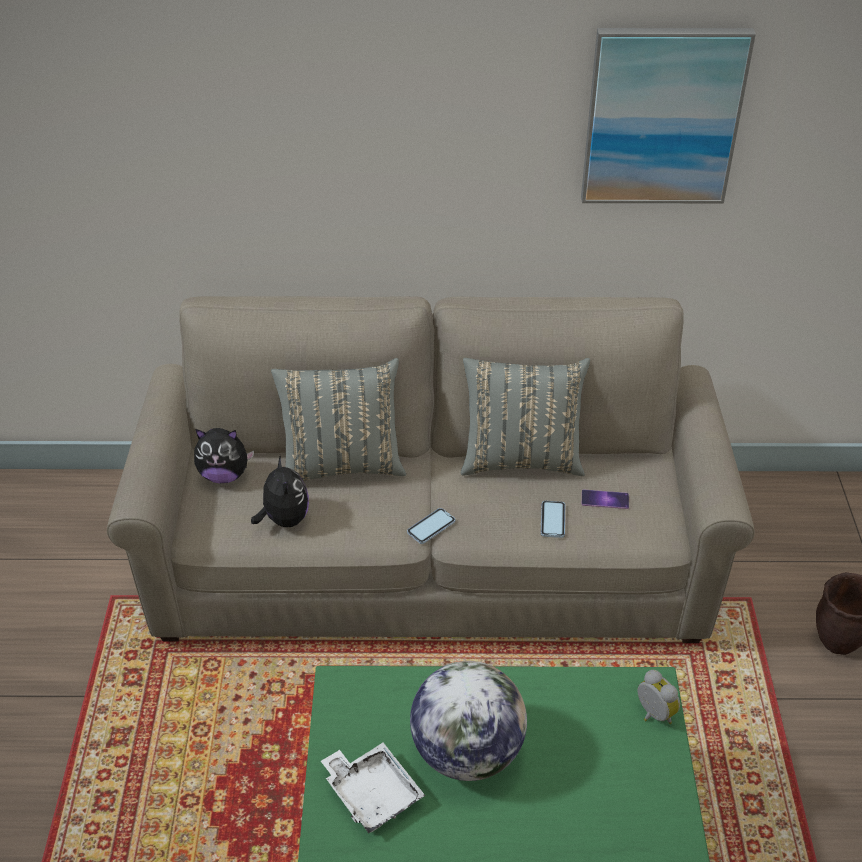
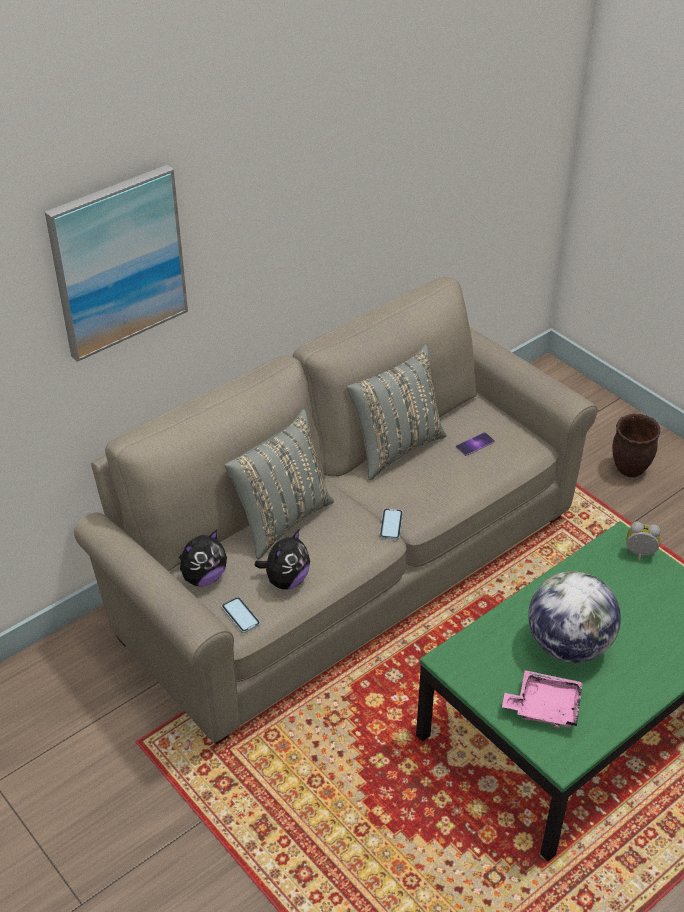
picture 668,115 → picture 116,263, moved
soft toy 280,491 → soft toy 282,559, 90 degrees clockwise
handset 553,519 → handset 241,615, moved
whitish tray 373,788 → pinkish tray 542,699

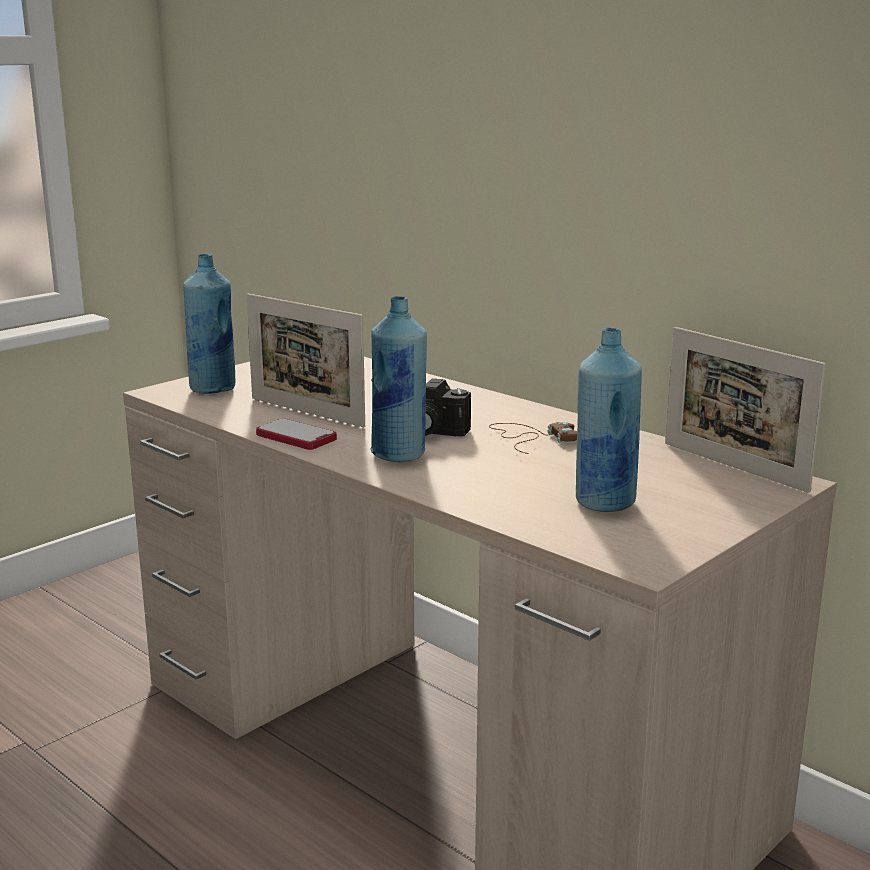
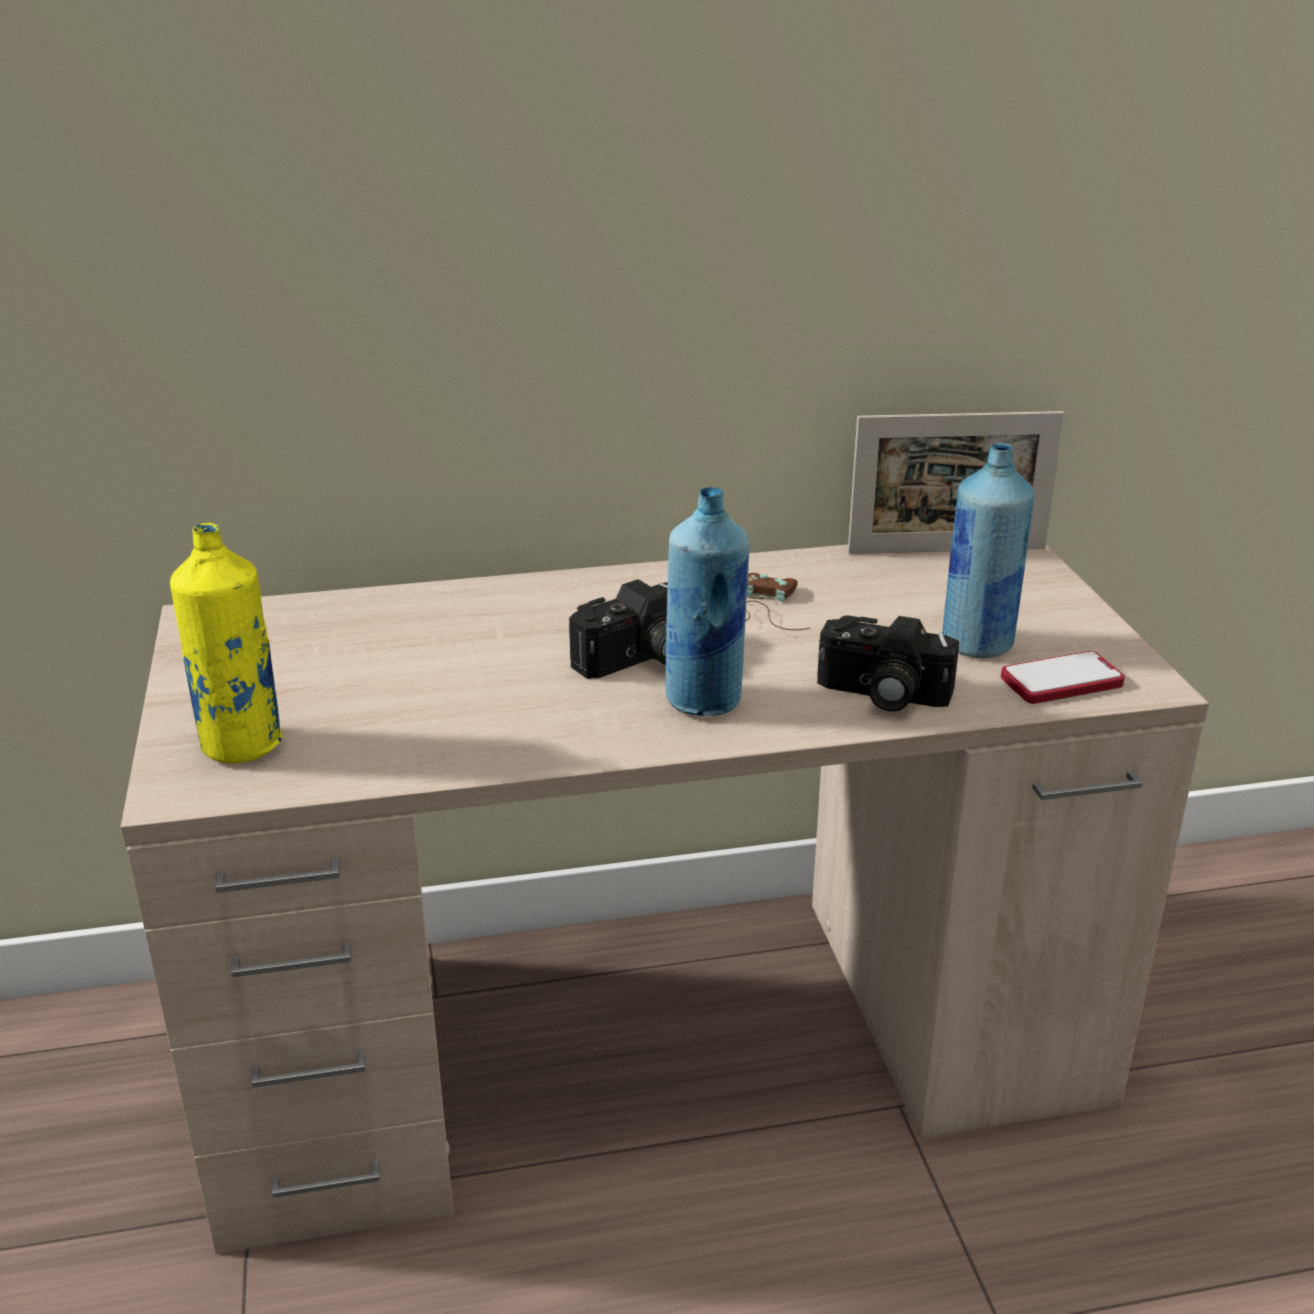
blue-coloured beverage bottle 209,324 → yellowish beverage bottle 226,643
picture frame 305,360 → -
handset 296,434 → handset 1063,677, moved
- → photo camera 888,664

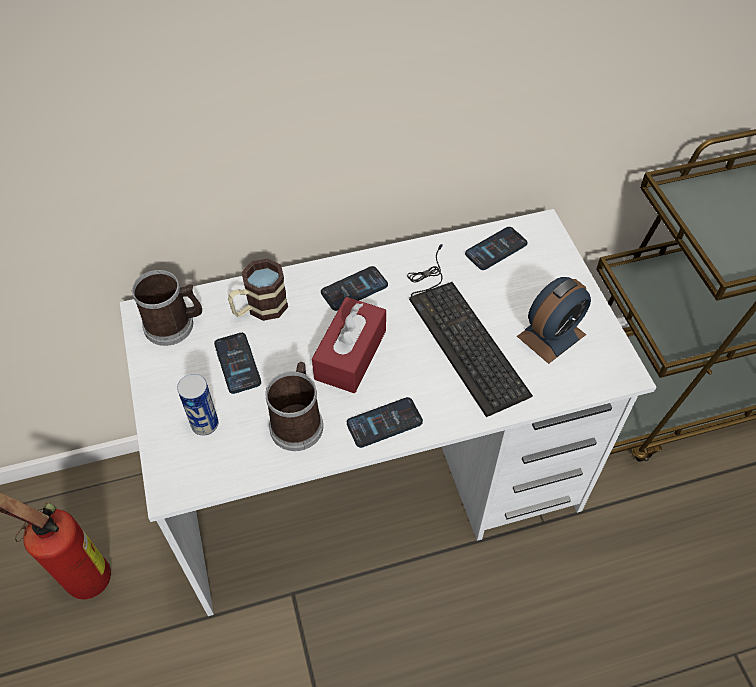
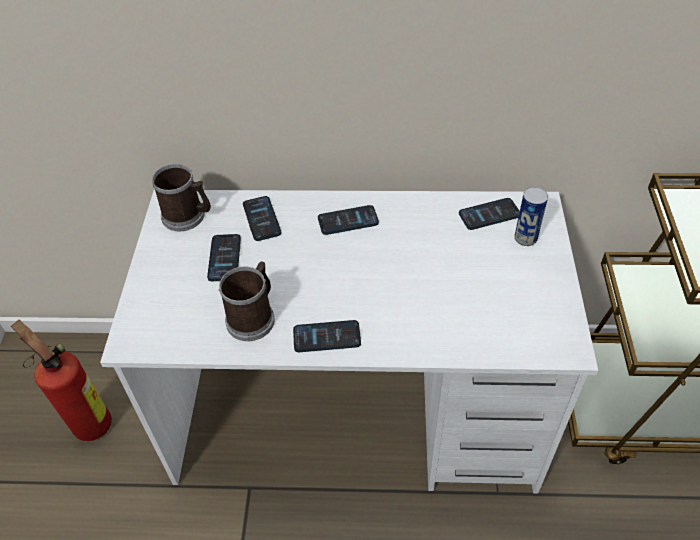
keyboard 470,330 → -
coffee mug 258,289 → handset 262,218
alarm clock 554,320 → -
red tissue holder 349,345 → -
can 198,404 → can 531,216, moved

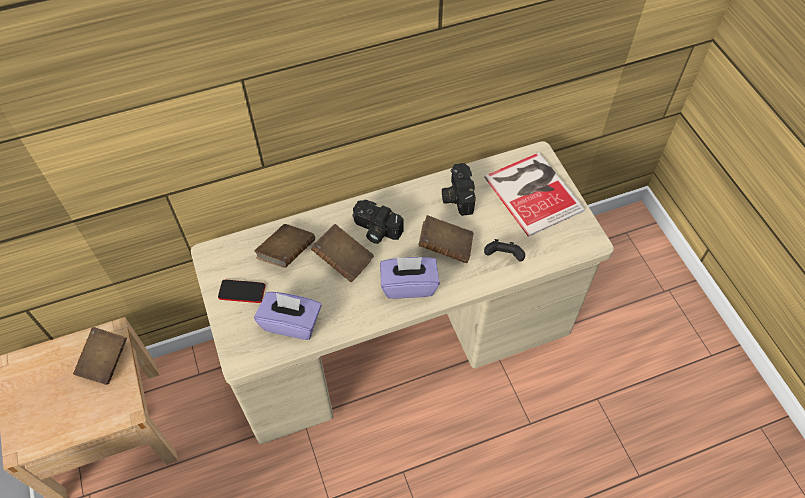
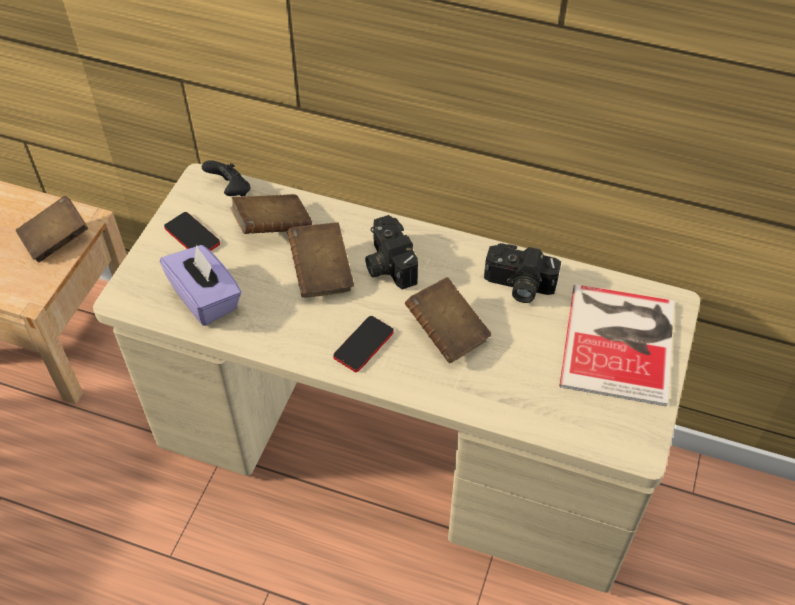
photo camera 459,189 → photo camera 522,273, 105 degrees counterclockwise
black-coloured game controller 504,250 → black-coloured game controller 226,178, moved
purple-coloured tissue holder 410,278 → handset 363,344

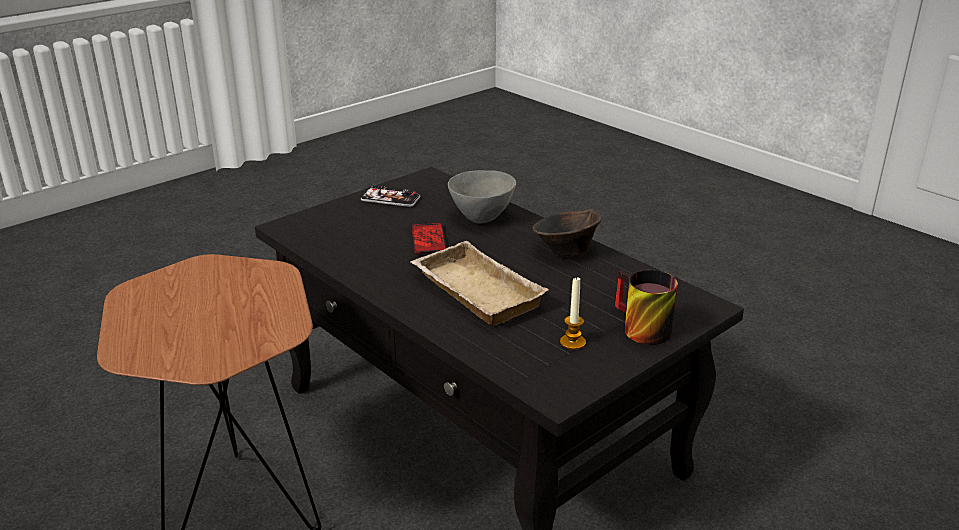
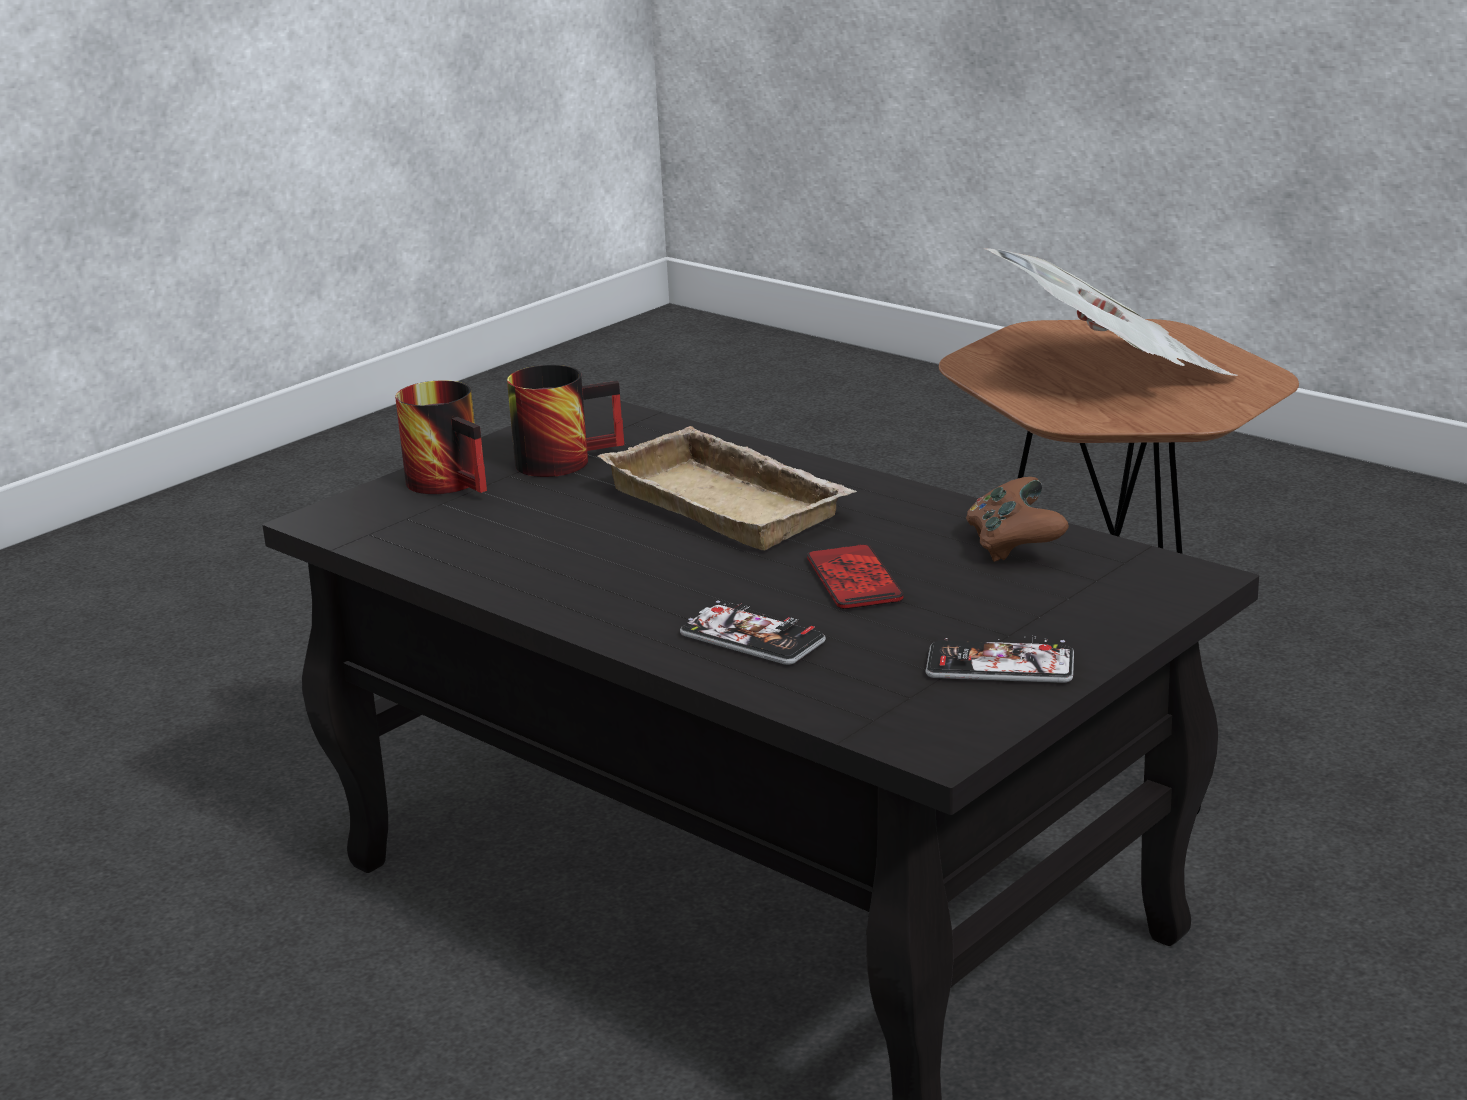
grey bowl 482,197 → handset 753,632
brownish bowl 567,232 → -
wax light 573,313 → coffee mug 565,421
- → newspaper 1110,312
- → brownish game controller 1017,519

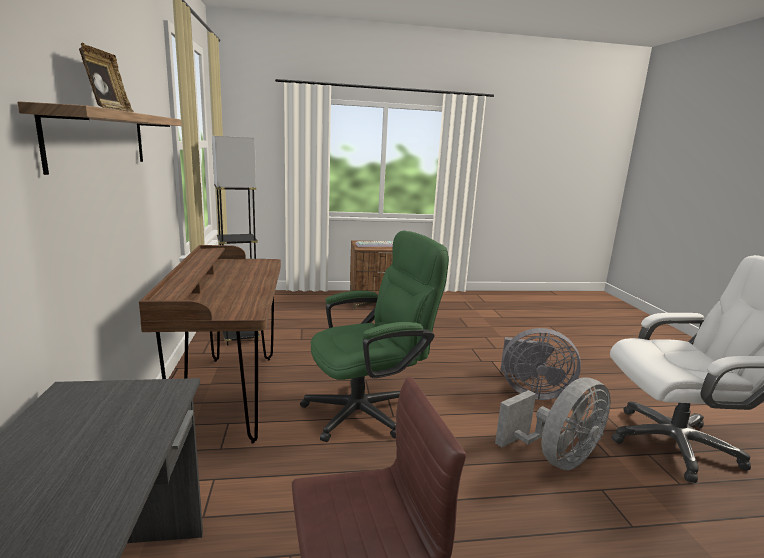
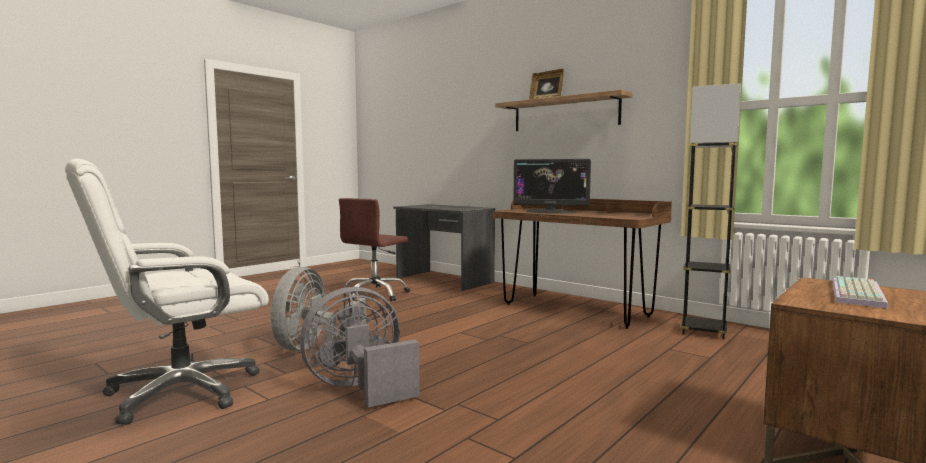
green-coloured desk chair 374,336 → -
- → monitor 552,186

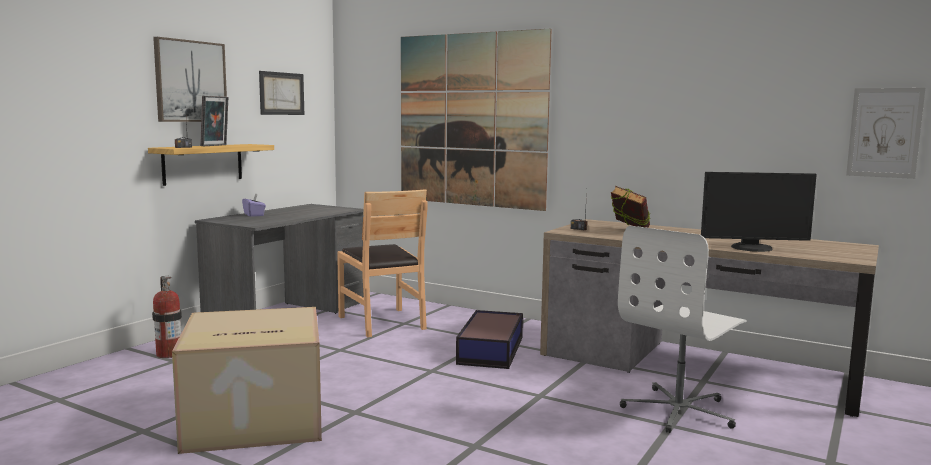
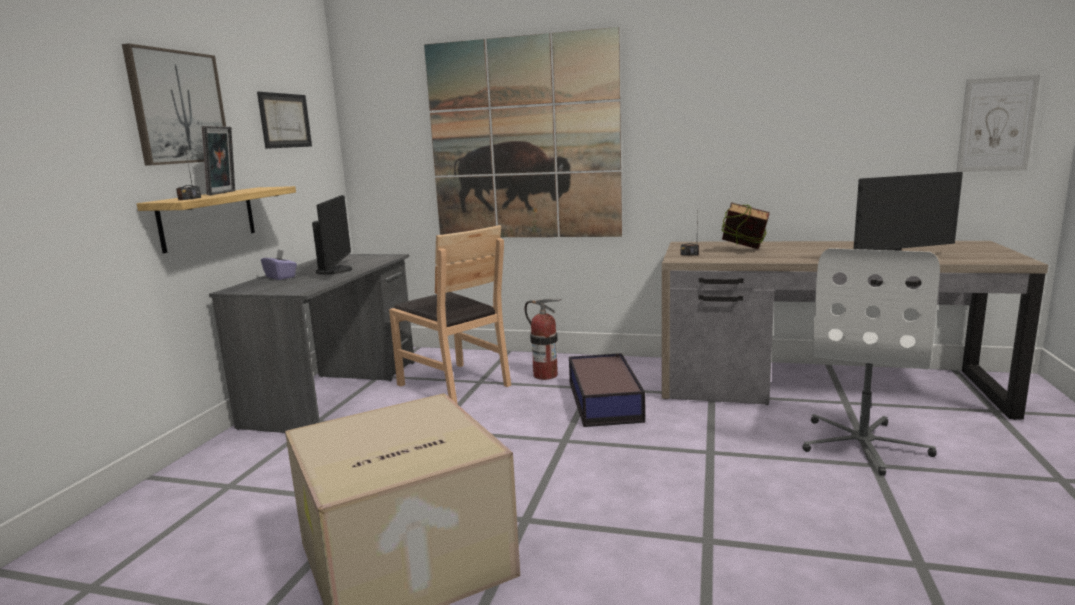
fire-fighting cylinder 167,317 → fire-fighting cylinder 543,339, moved
- → monitor 332,235

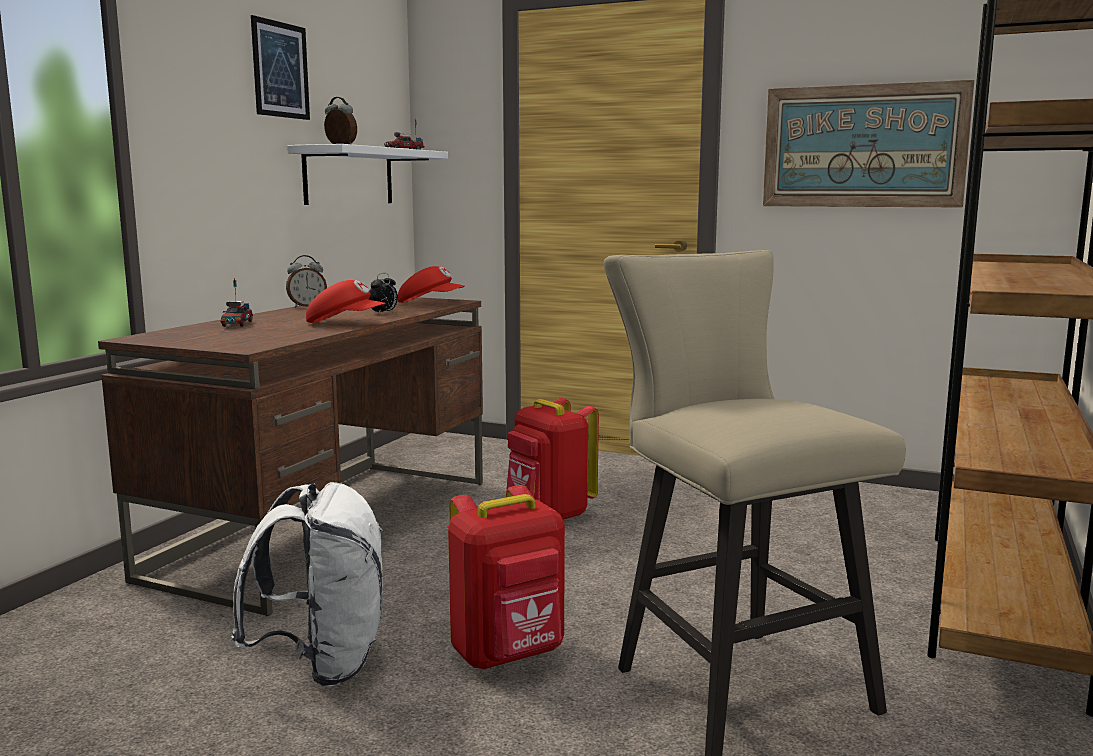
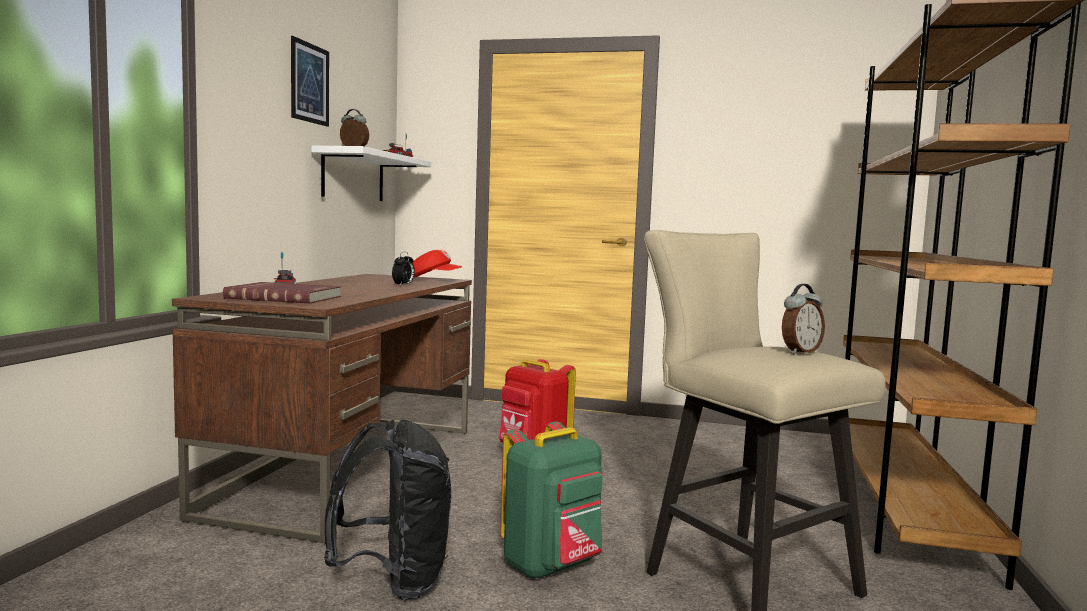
picture 869,144 → -
alarm clock 306,281 → alarm clock 803,319, moved
red baseball cap 346,301 → -
whitish backpack 307,584 → black-coloured backpack 387,510
red backpack 506,577 → green-coloured backpack 551,500
- → red volume 282,292

